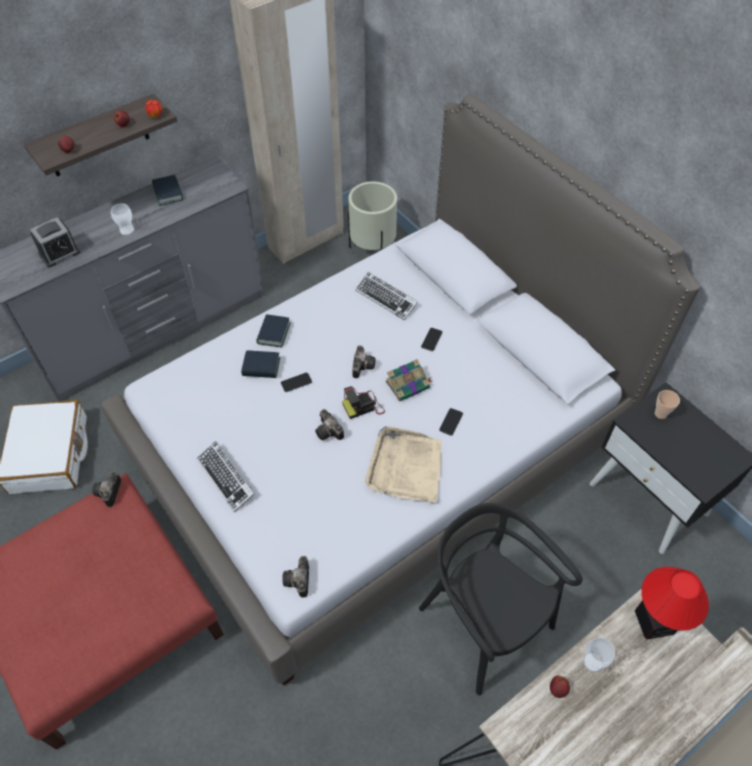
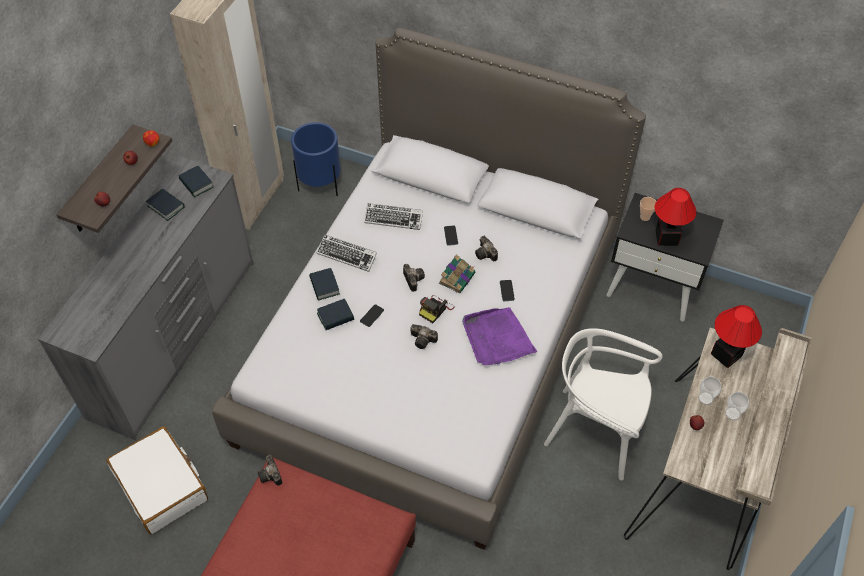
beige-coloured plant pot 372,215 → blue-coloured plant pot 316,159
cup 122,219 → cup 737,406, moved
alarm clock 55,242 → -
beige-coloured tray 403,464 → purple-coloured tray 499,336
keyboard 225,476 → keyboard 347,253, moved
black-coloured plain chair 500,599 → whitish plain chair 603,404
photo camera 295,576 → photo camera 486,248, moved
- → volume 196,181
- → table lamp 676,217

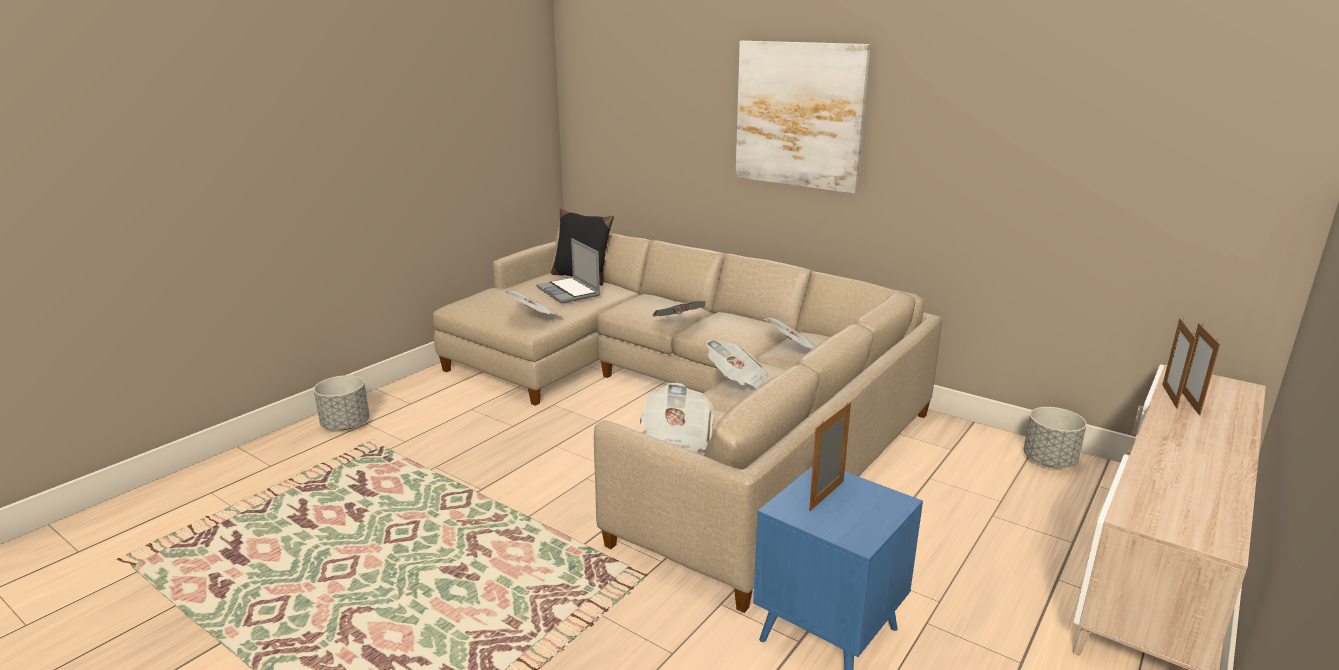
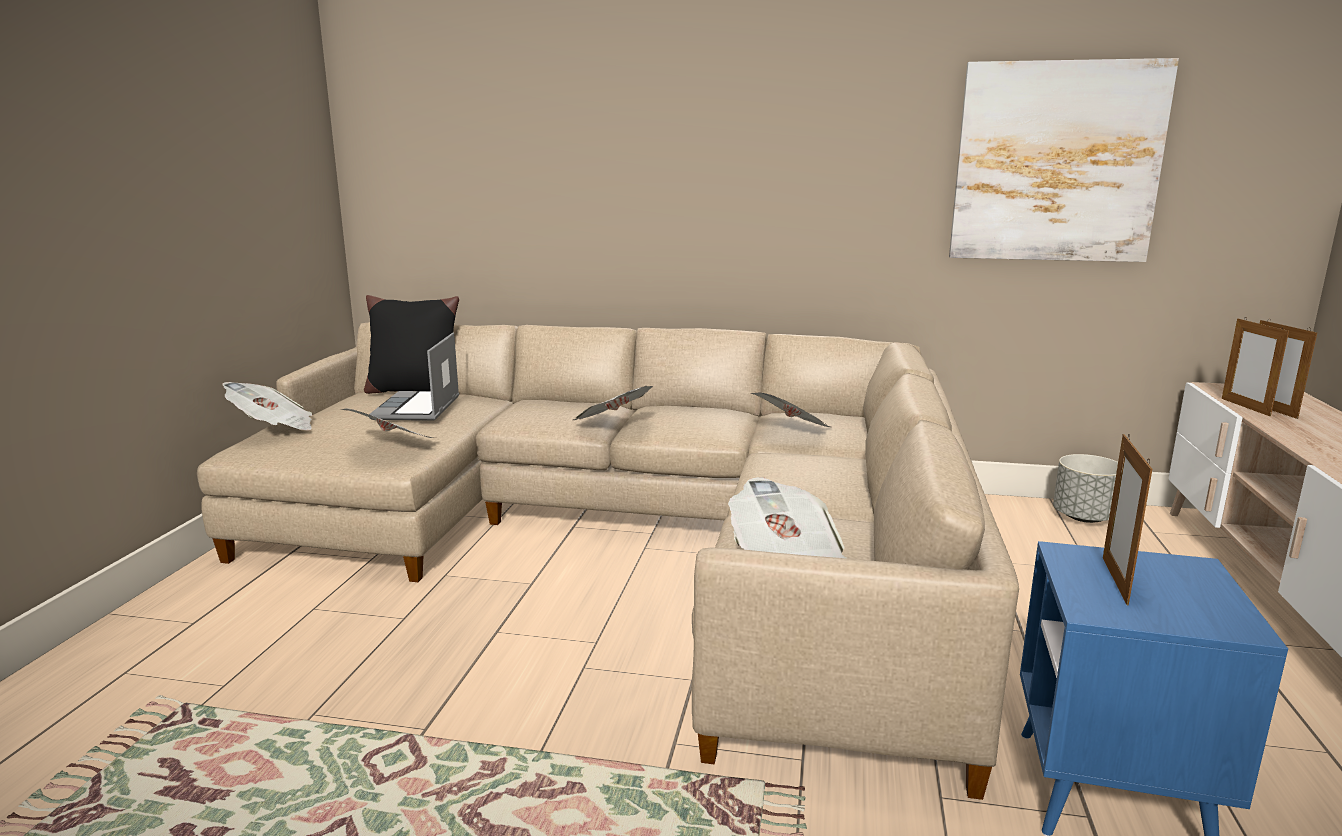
picture 803,117 → picture 1064,160, moved
notebook computer 568,270 → notebook computer 414,377, 60 degrees clockwise
newspaper 737,364 → newspaper 267,406, moved
grey plant pot 342,402 → -

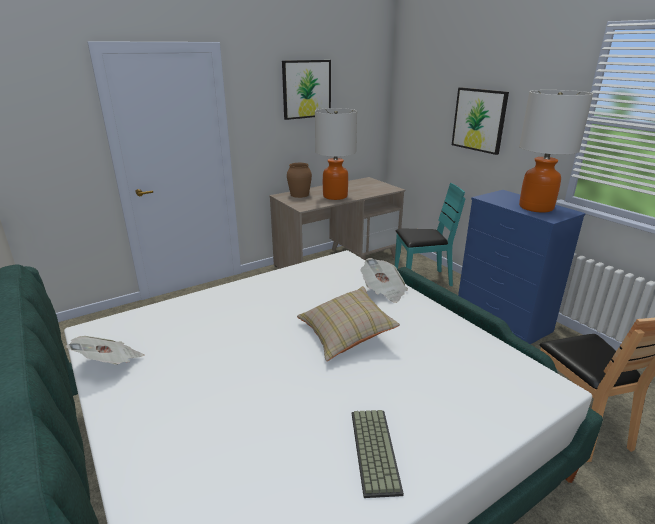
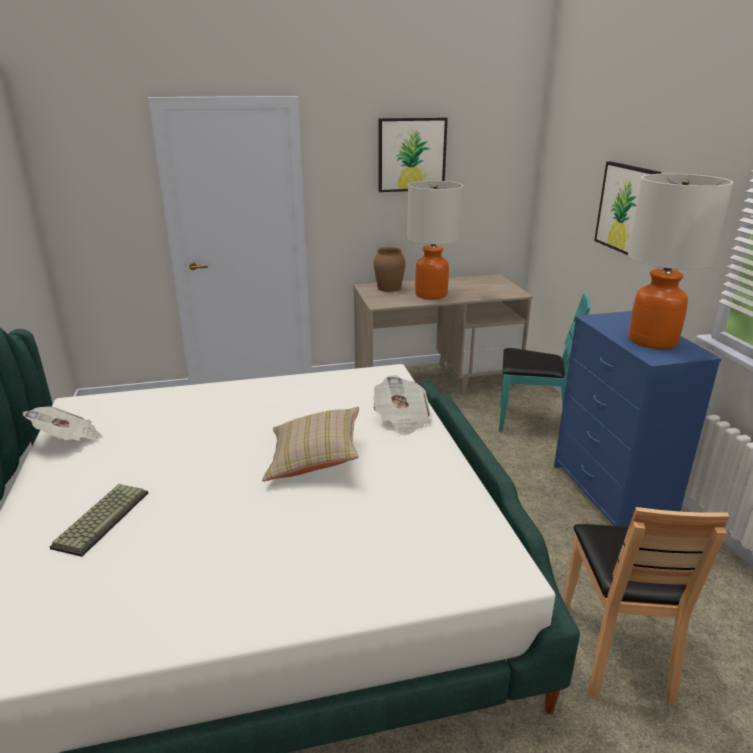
keyboard 378,454 → keyboard 99,520, moved

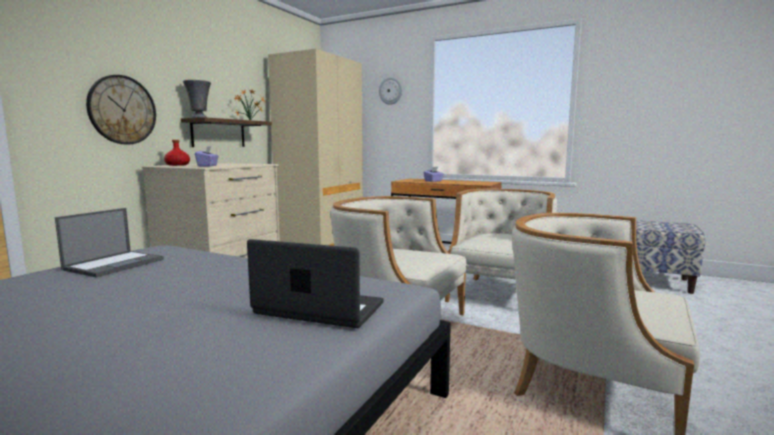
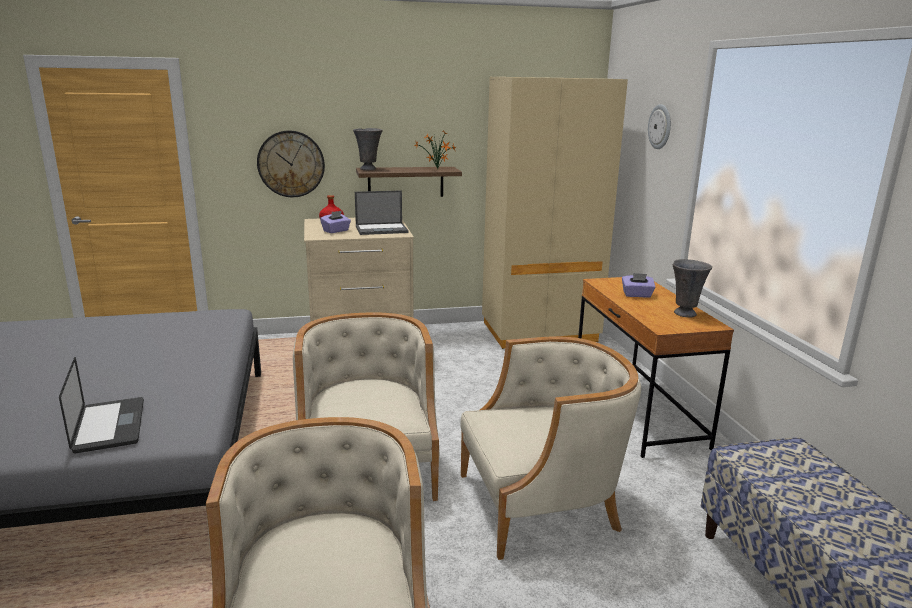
notebook computer 109,242 → notebook computer 382,212, moved
- → grey decorative vase 692,288

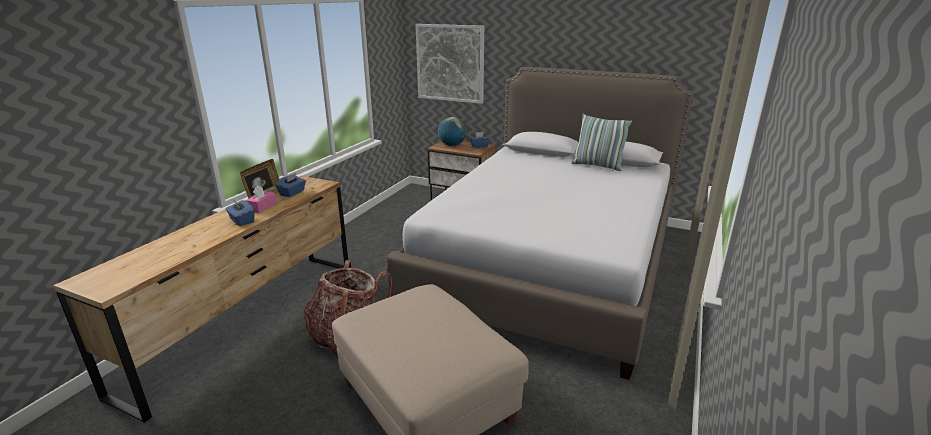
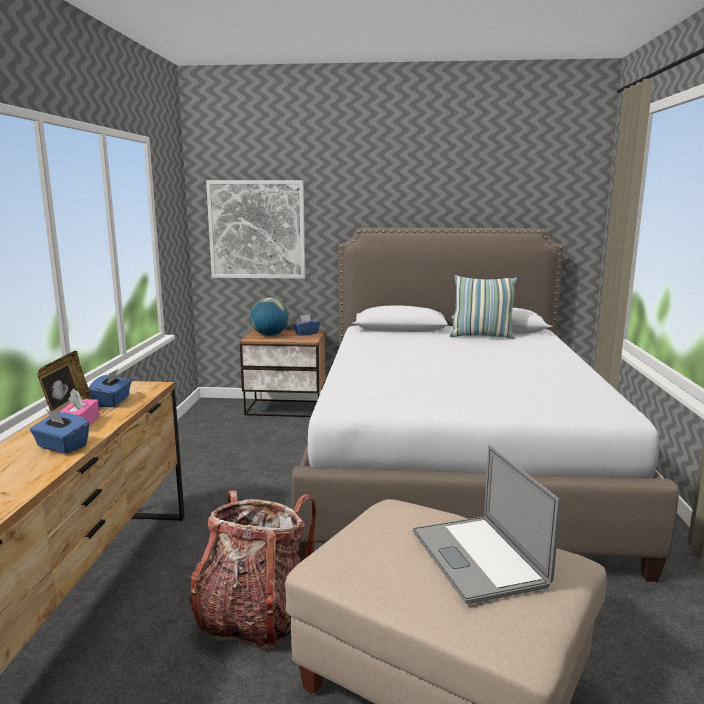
- → notebook computer 487,524

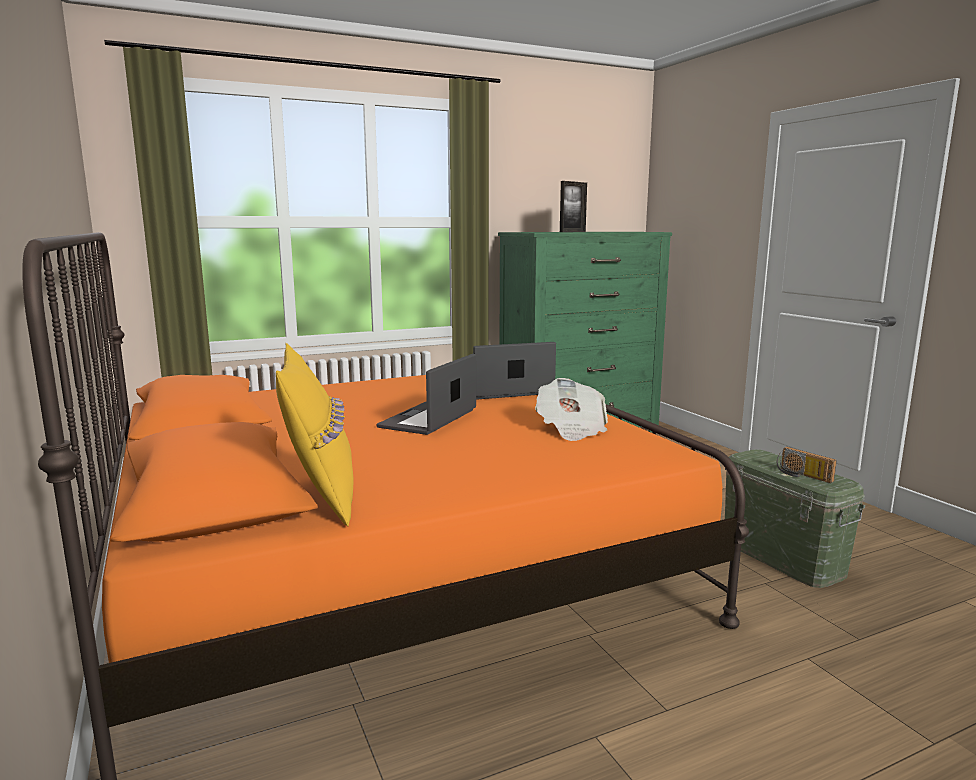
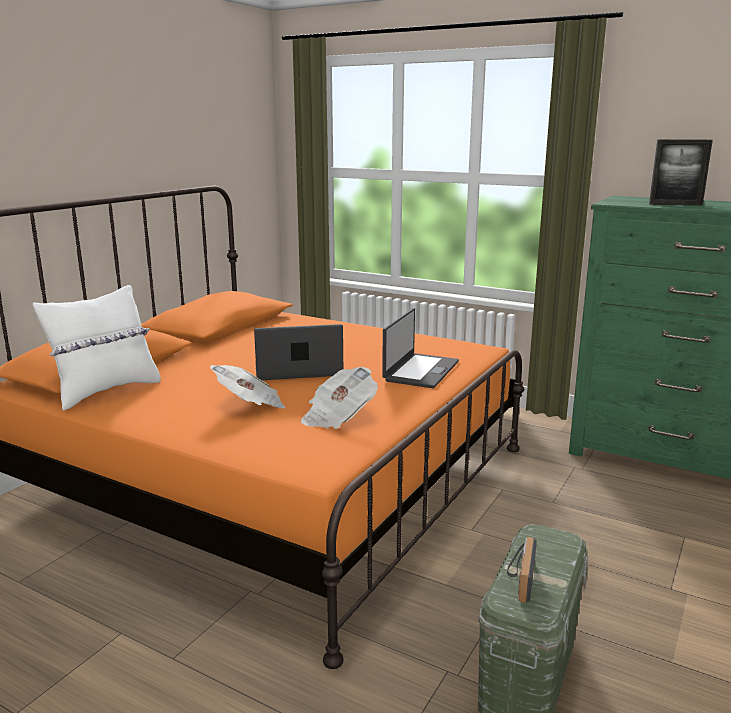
notebook computer 514,371 → notebook computer 420,348, 75 degrees clockwise
yellowish pillow 315,434 → whitish pillow 97,348
- → newspaper 247,387

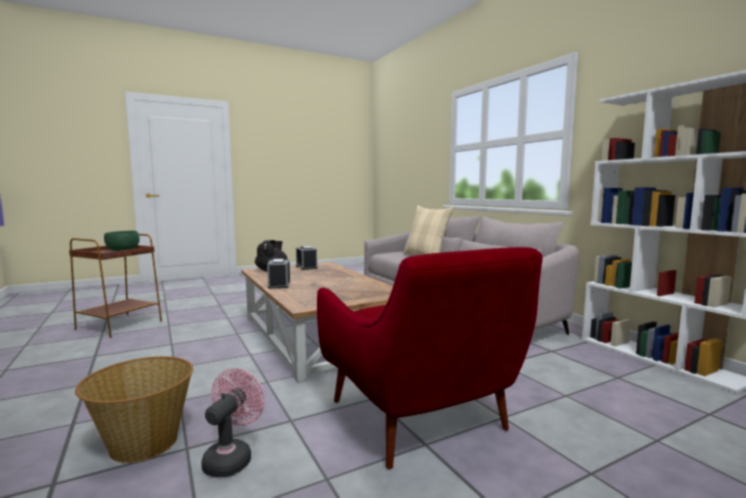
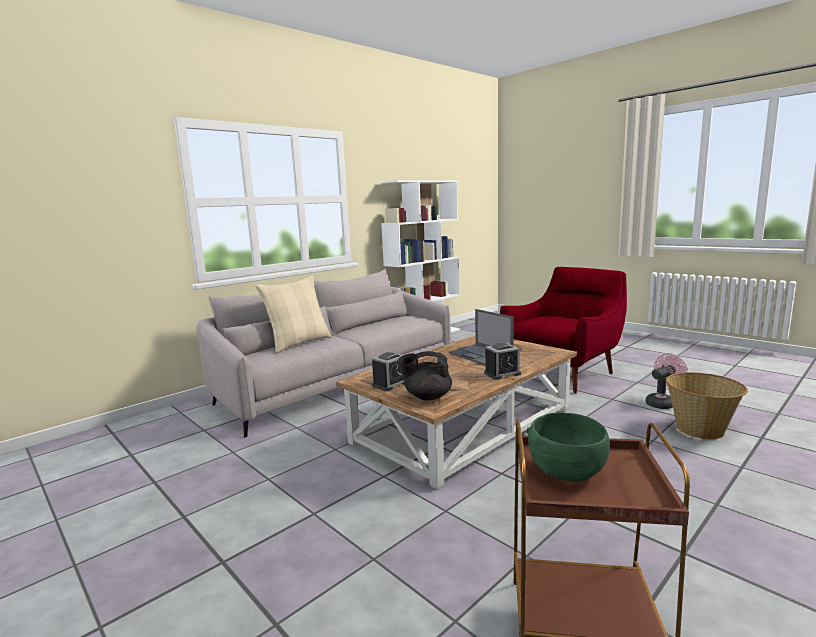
pinkish fan 233,422 → pinkish fan 666,381, 150 degrees clockwise
- → notebook computer 481,337

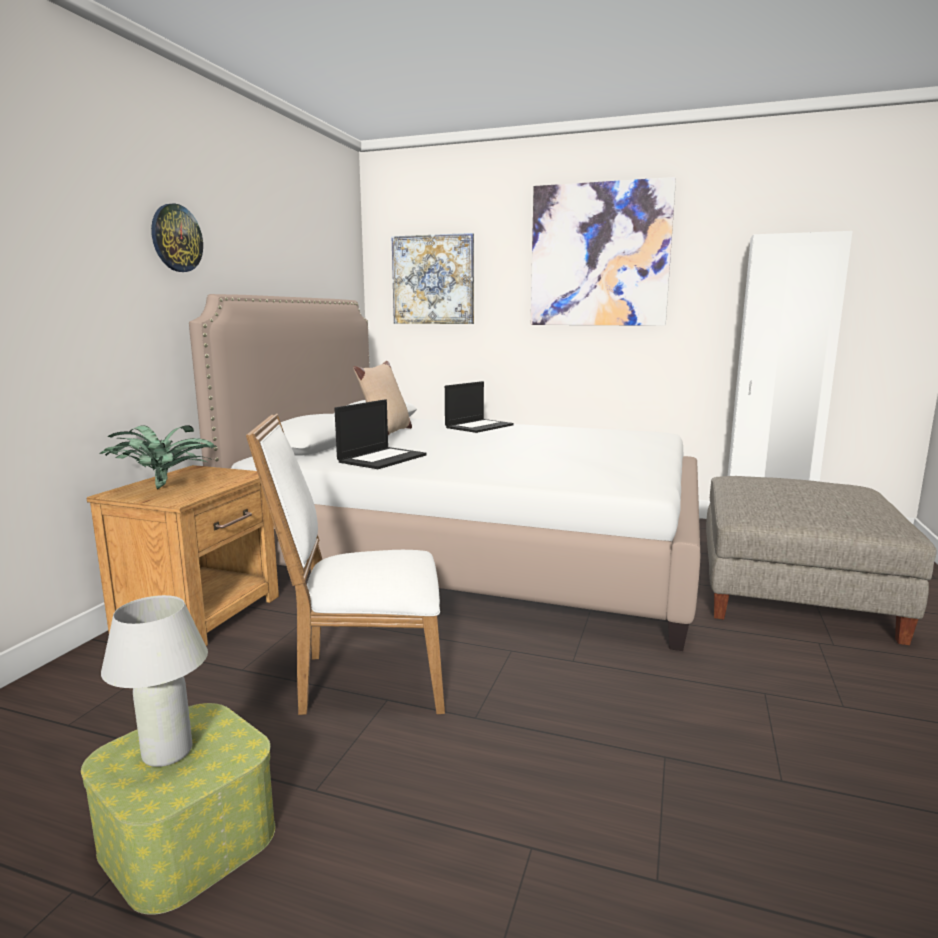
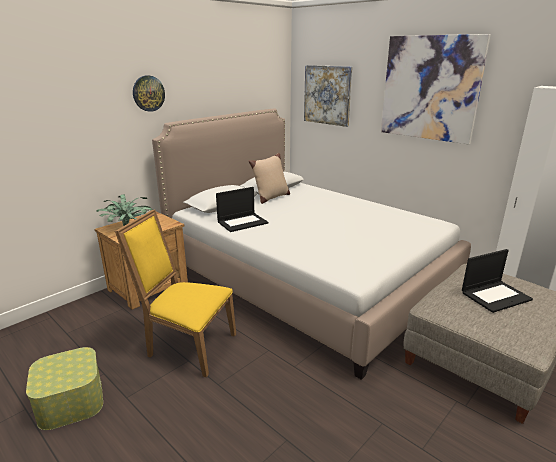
notebook computer 479,407 → notebook computer 497,281, moved
whitish plain chair 345,564 → yellowish plain chair 175,293
whitish table lamp 154,681 → -

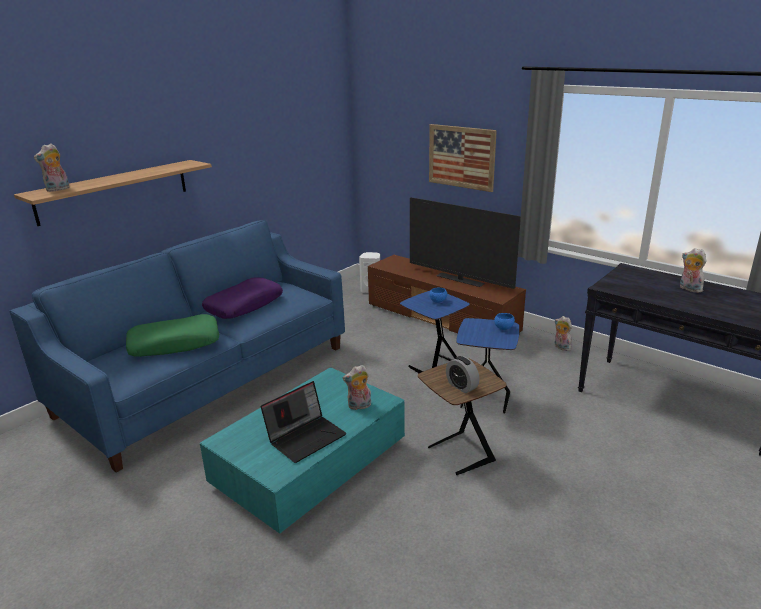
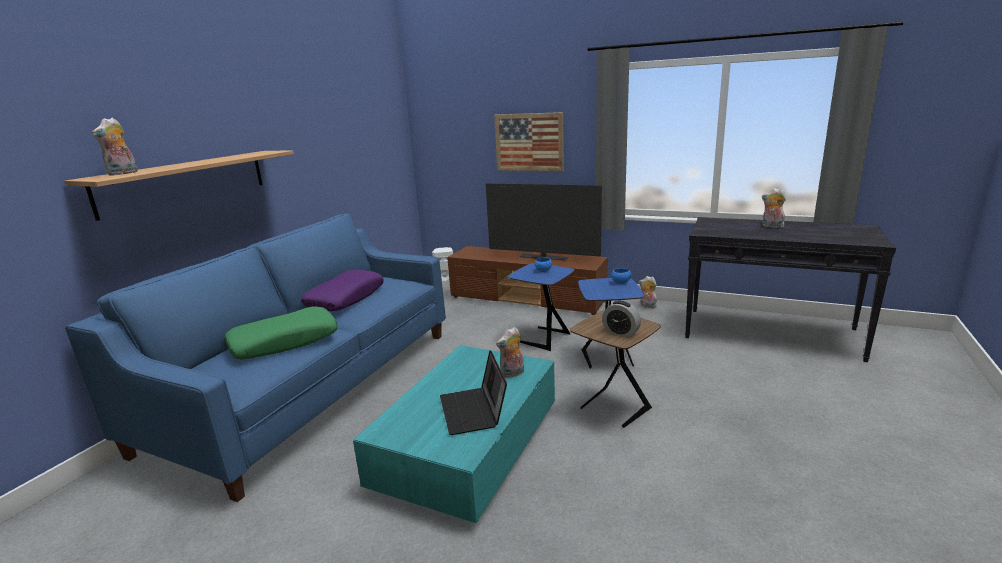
notebook computer 303,422 → notebook computer 473,392, 135 degrees clockwise

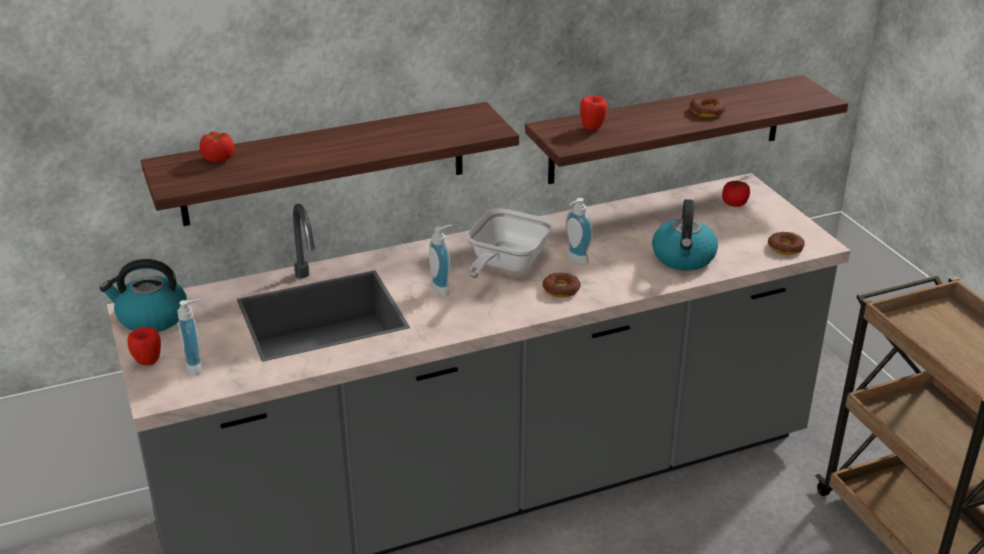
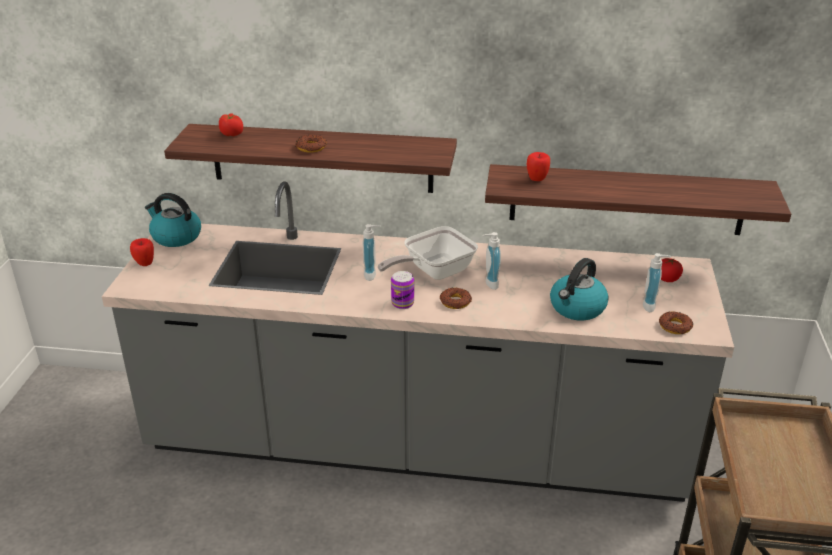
donut 707,107 → donut 311,143, moved
soap dispenser 190,337 → soap dispenser 657,282, moved
- → can 402,290

